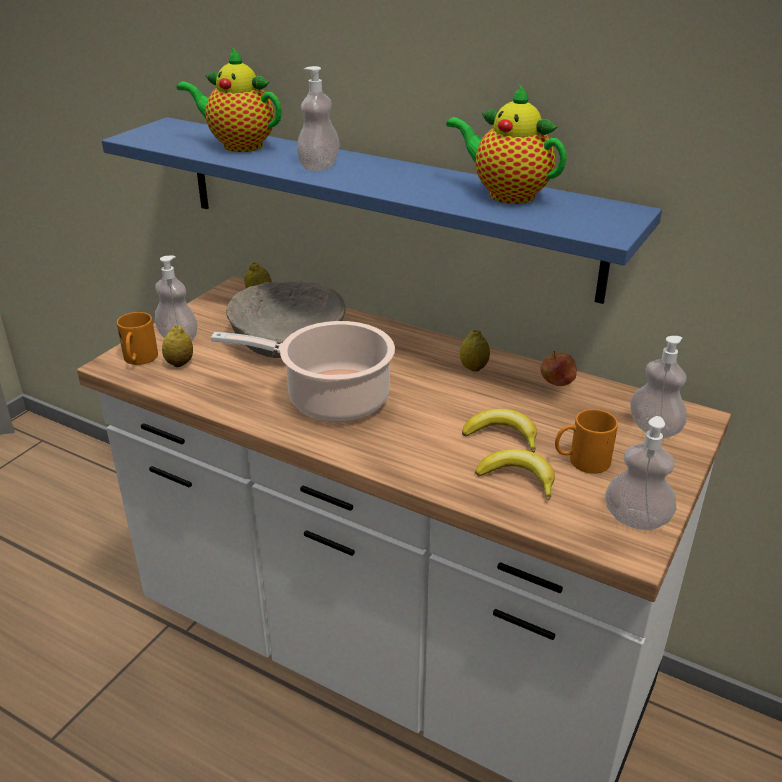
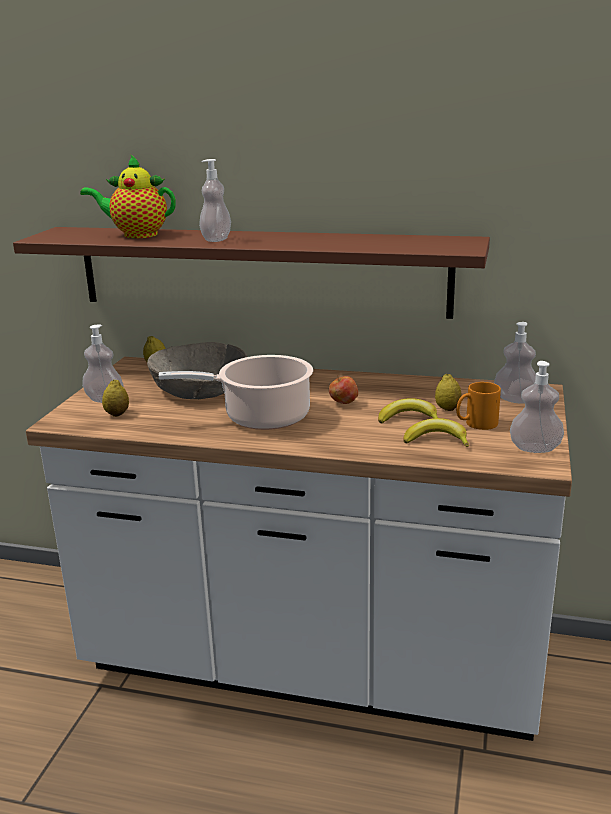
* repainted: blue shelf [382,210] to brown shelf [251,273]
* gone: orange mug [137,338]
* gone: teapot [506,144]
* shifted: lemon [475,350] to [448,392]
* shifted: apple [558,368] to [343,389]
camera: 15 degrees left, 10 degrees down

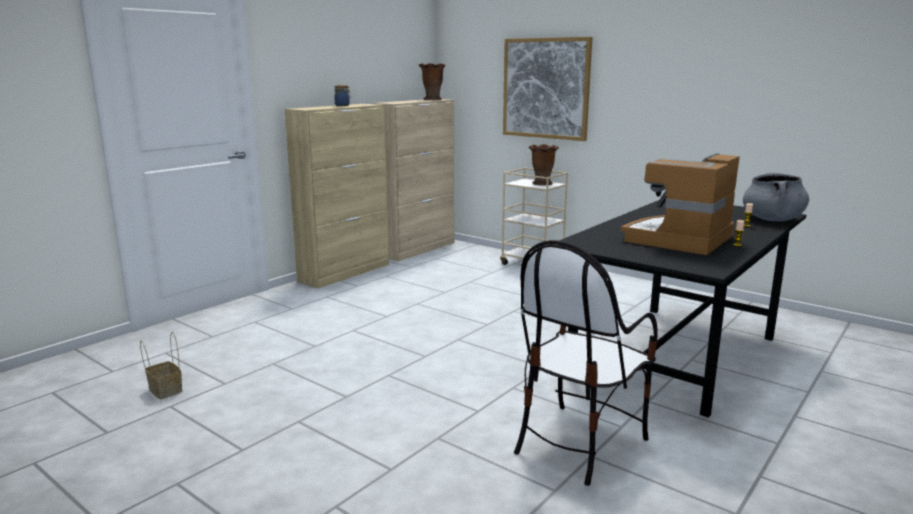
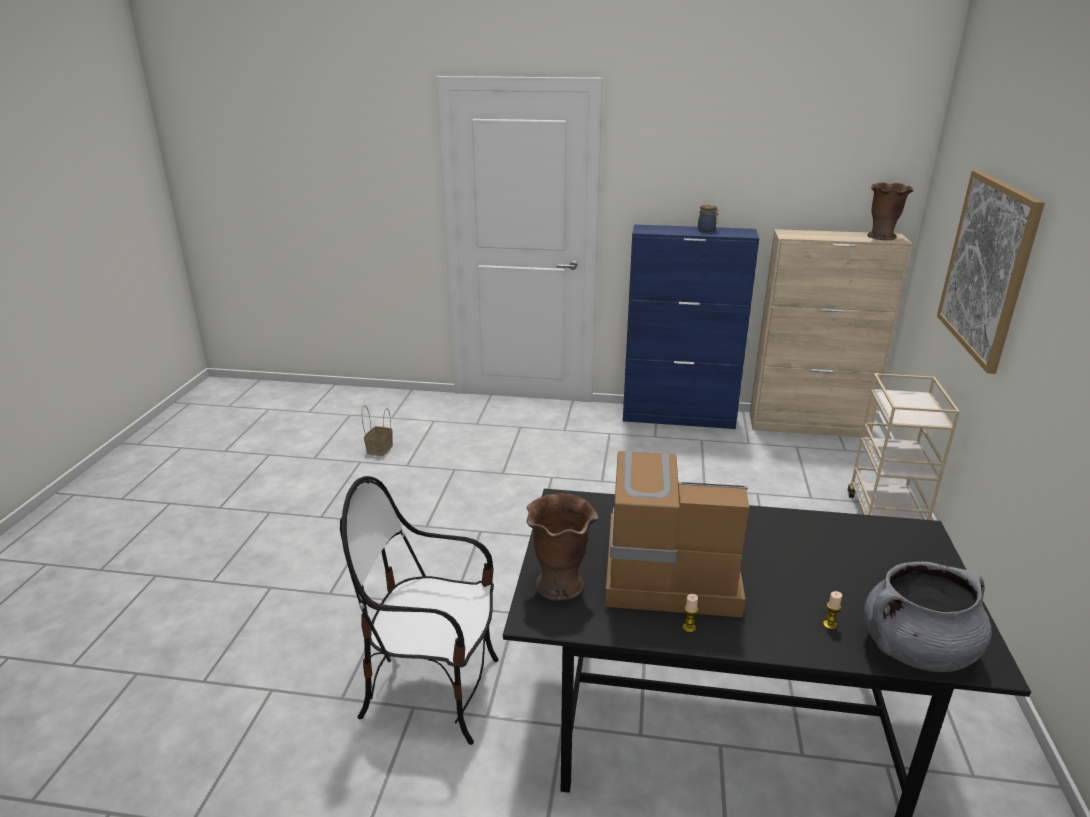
* repainted: beige cabinet [336,196] to blue cabinet [691,327]
* shifted: brown vase [544,165] to [563,547]
camera: 60 degrees right, 10 degrees up

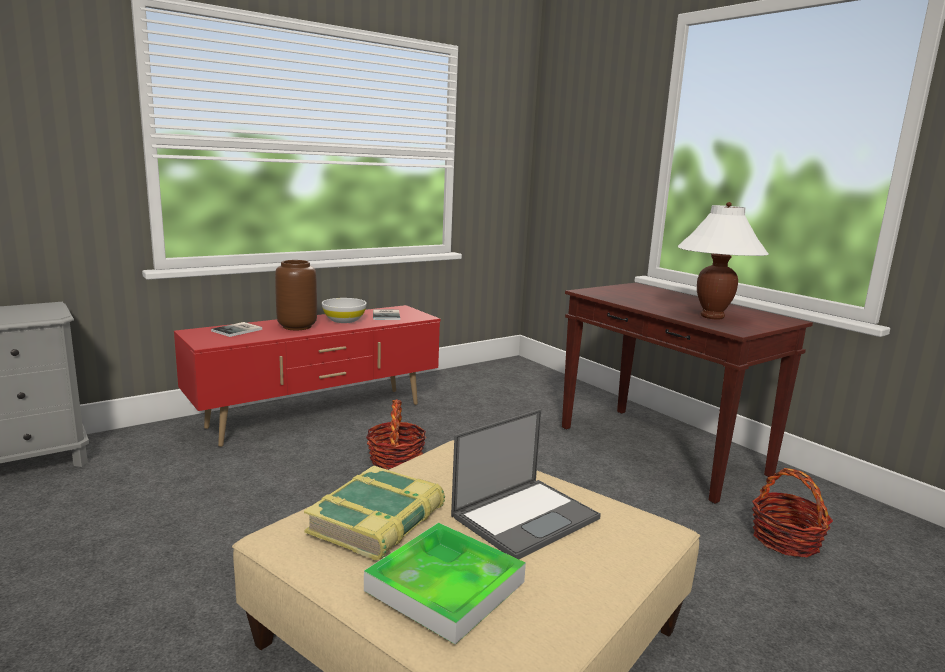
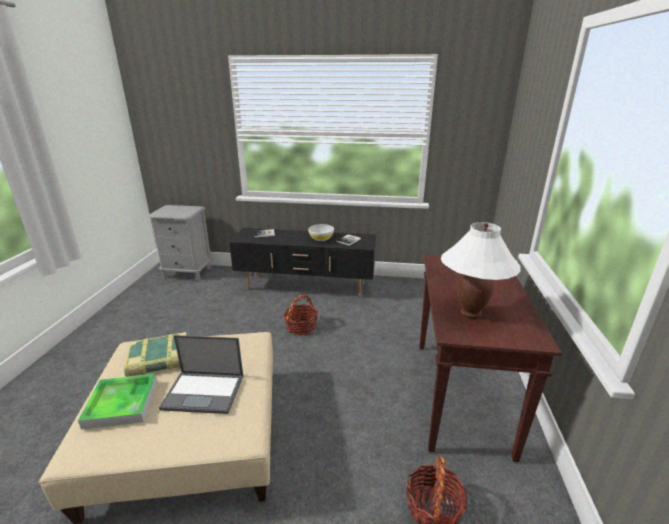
* repainted: red tv stand [307,376] to black tv stand [302,262]
* gone: brown vase [296,295]
camera: 45 degrees right, 10 degrees up

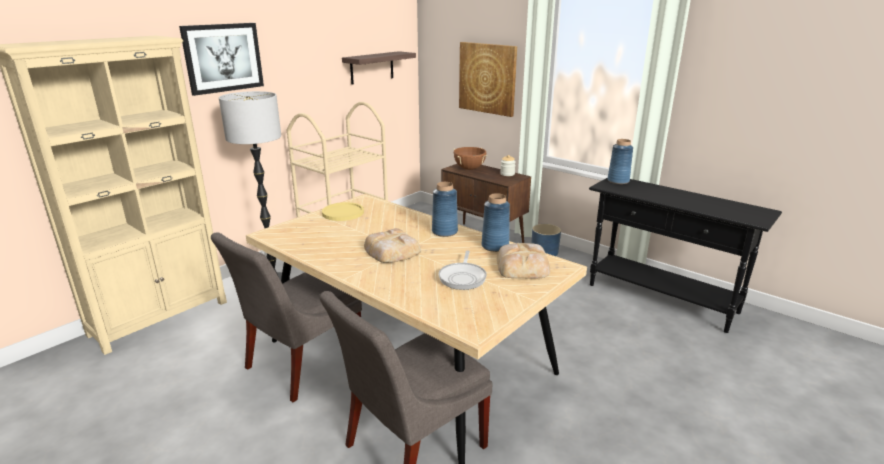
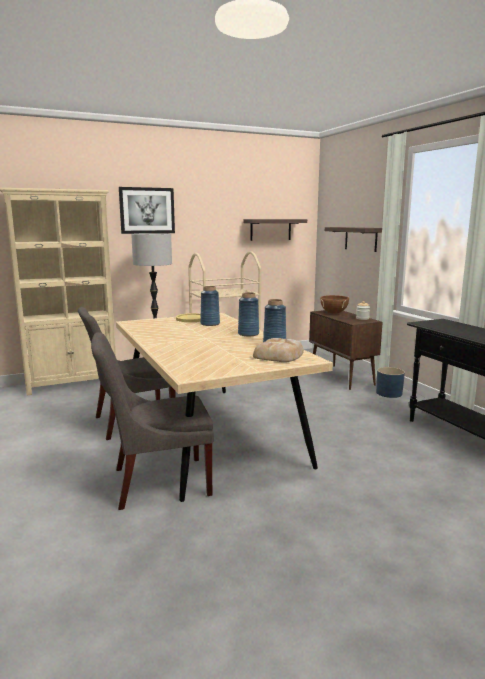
* gone: bread [392,245]
* gone: frying pan [463,270]
* swapped: picture [488,79] to shelf [353,239]
* shifted: blue vase [620,161] to [210,306]
camera: 25 degrees right, 10 degrees down

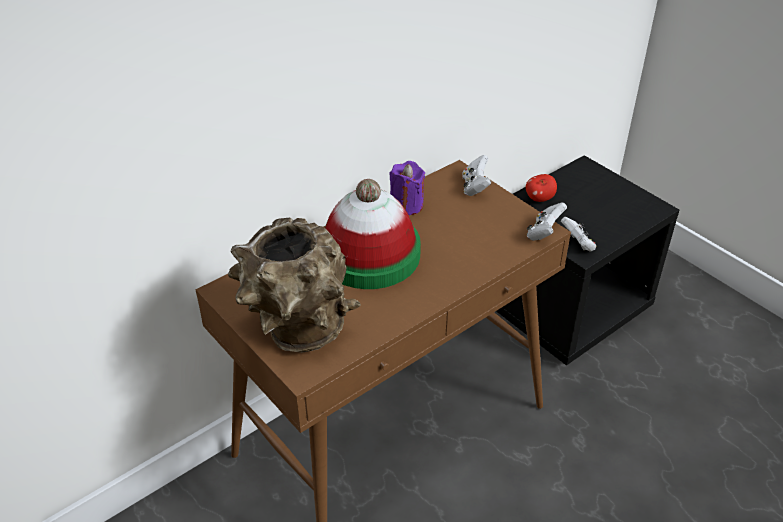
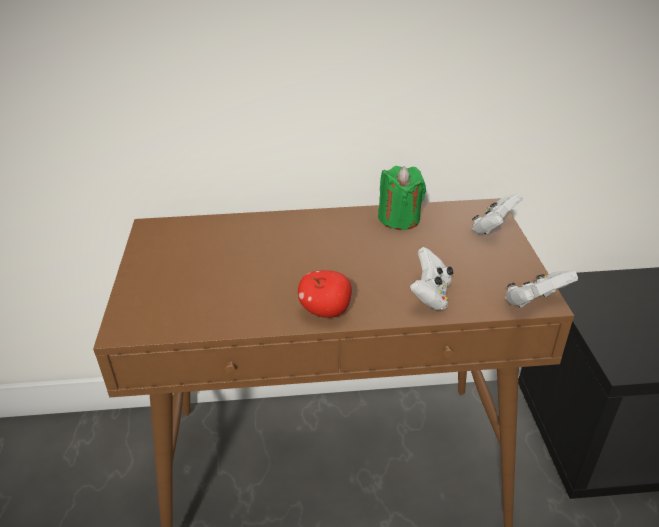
* gone: brown vase [294,284]
* gone: hat [373,234]
* repainted: purple candle [407,188] to green candle [402,198]
* shifted: apple [541,188] to [325,294]
* shifted: white game controller [578,234] to [431,278]
camera: 35 degrees right, 5 degrees down

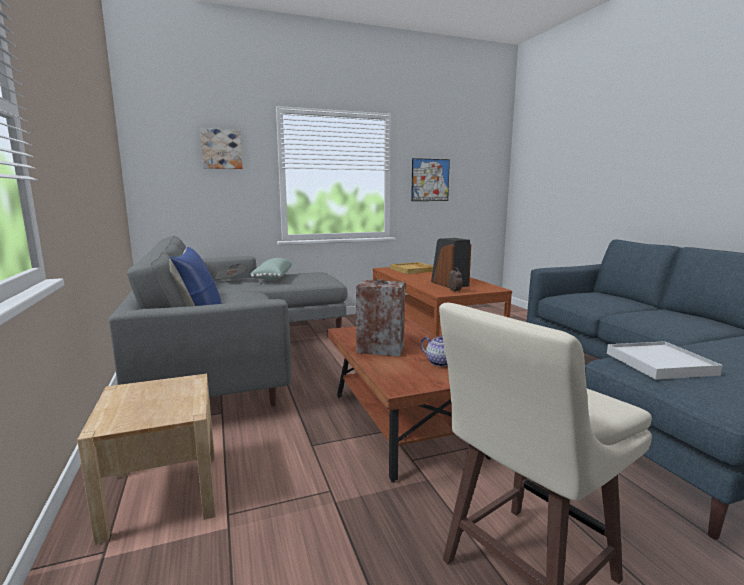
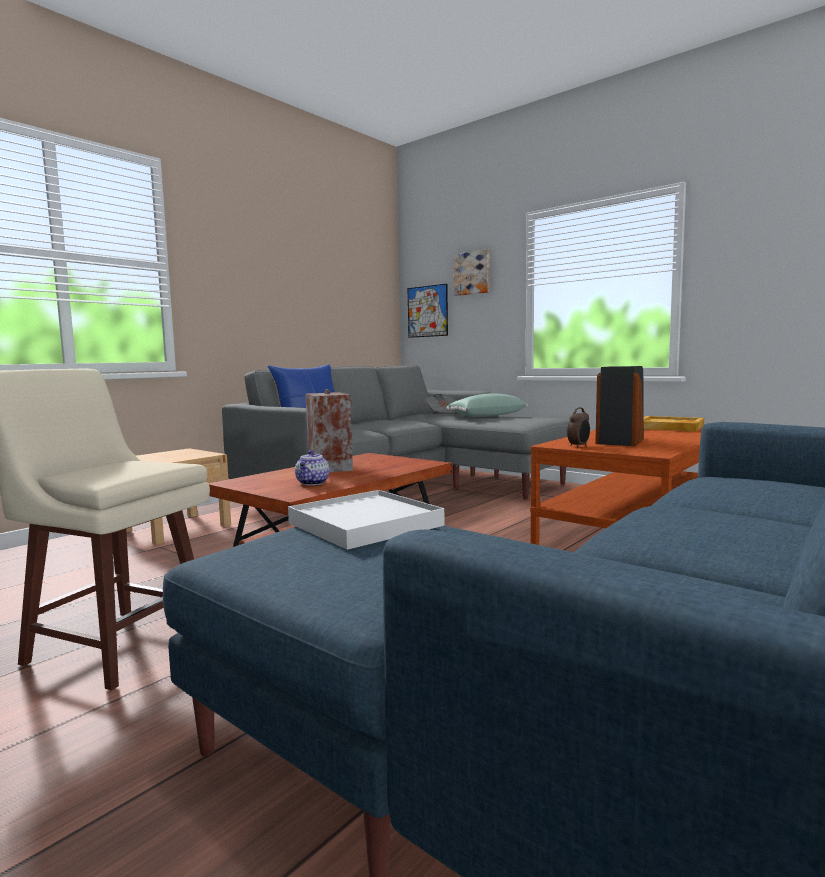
* shifted: picture [430,179] to [428,311]
camera: 60 degrees right, 5 degrees down

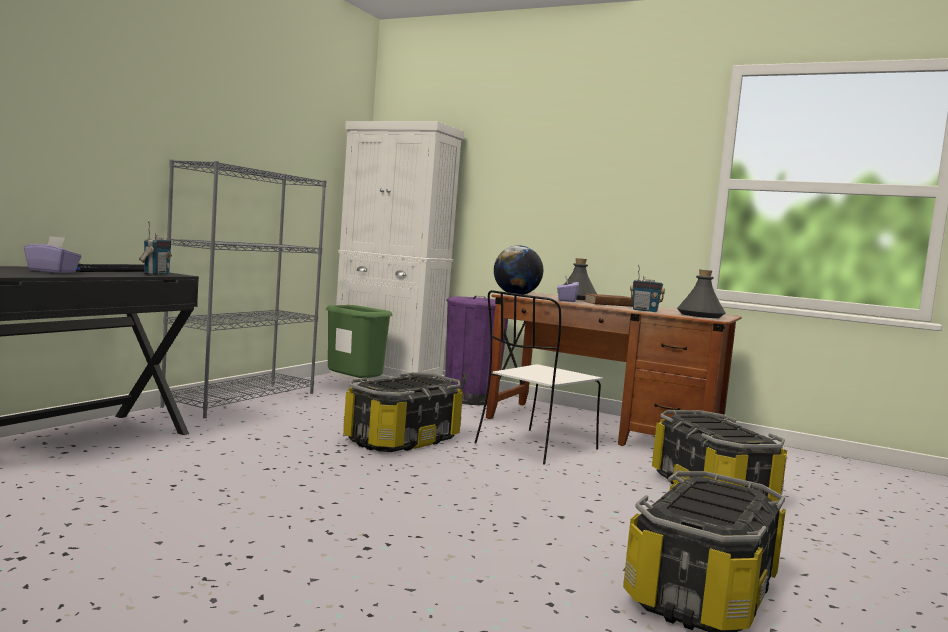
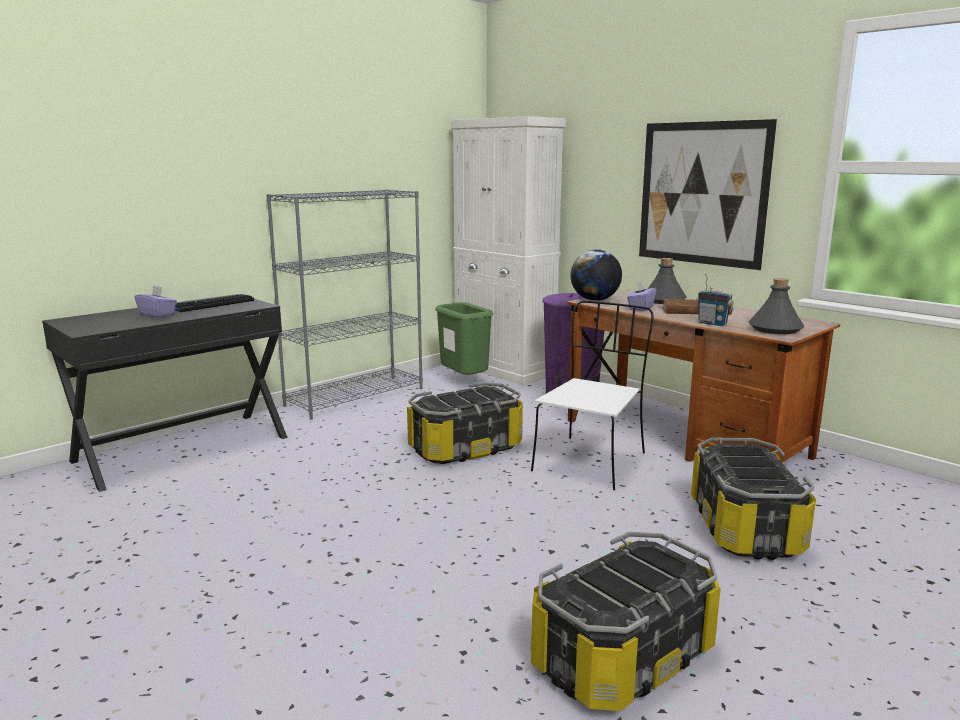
* gone: radio [155,247]
* rotated: white chair [538,377] = [592,395] 150 degrees clockwise
* new: picture [708,194]
camera: 20 degrees right, 10 degrees up

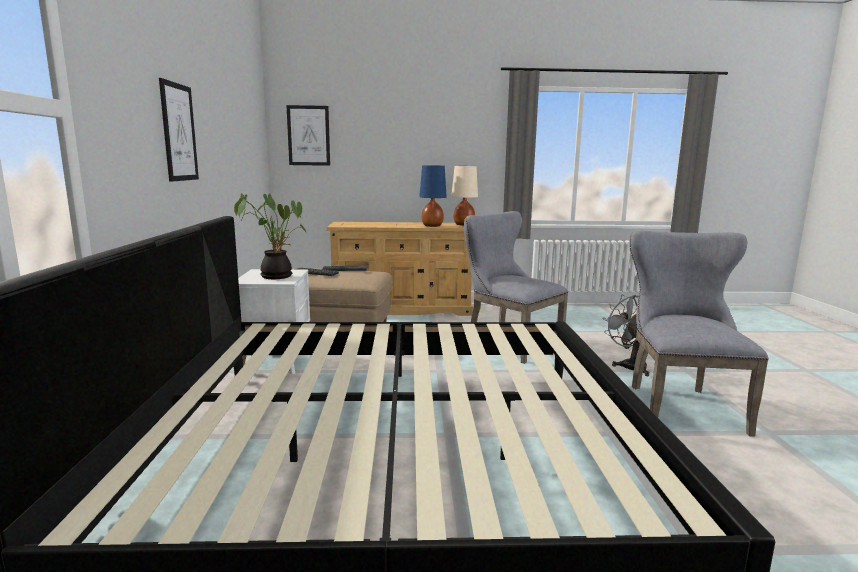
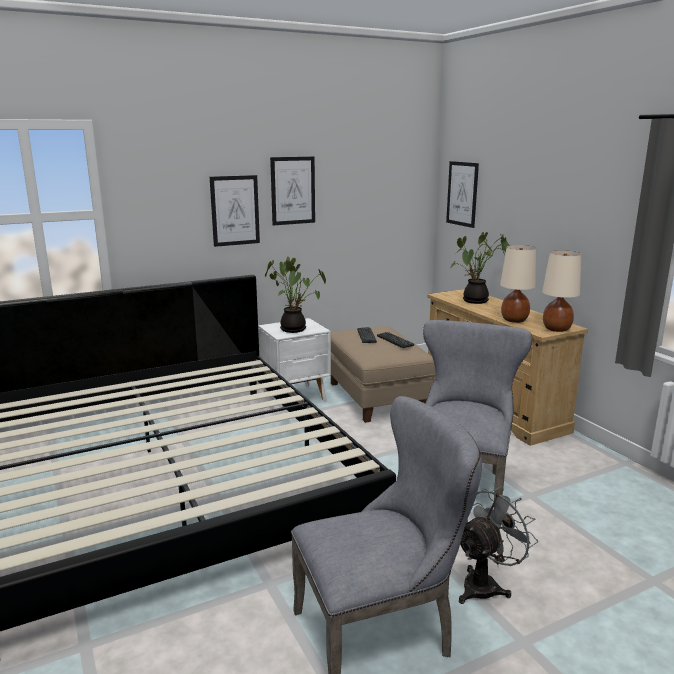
* repainted: blue table lamp [433,196] to beige table lamp [518,284]
* new: picture [292,191]
* new: potted plant [479,268]
camera: 65 degrees right, 5 degrees up

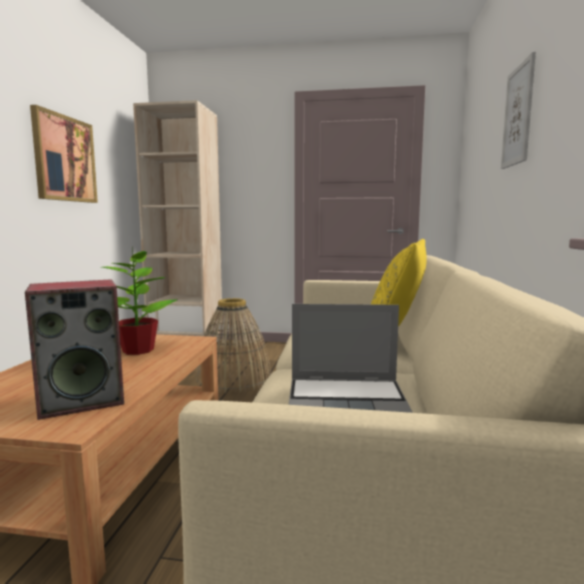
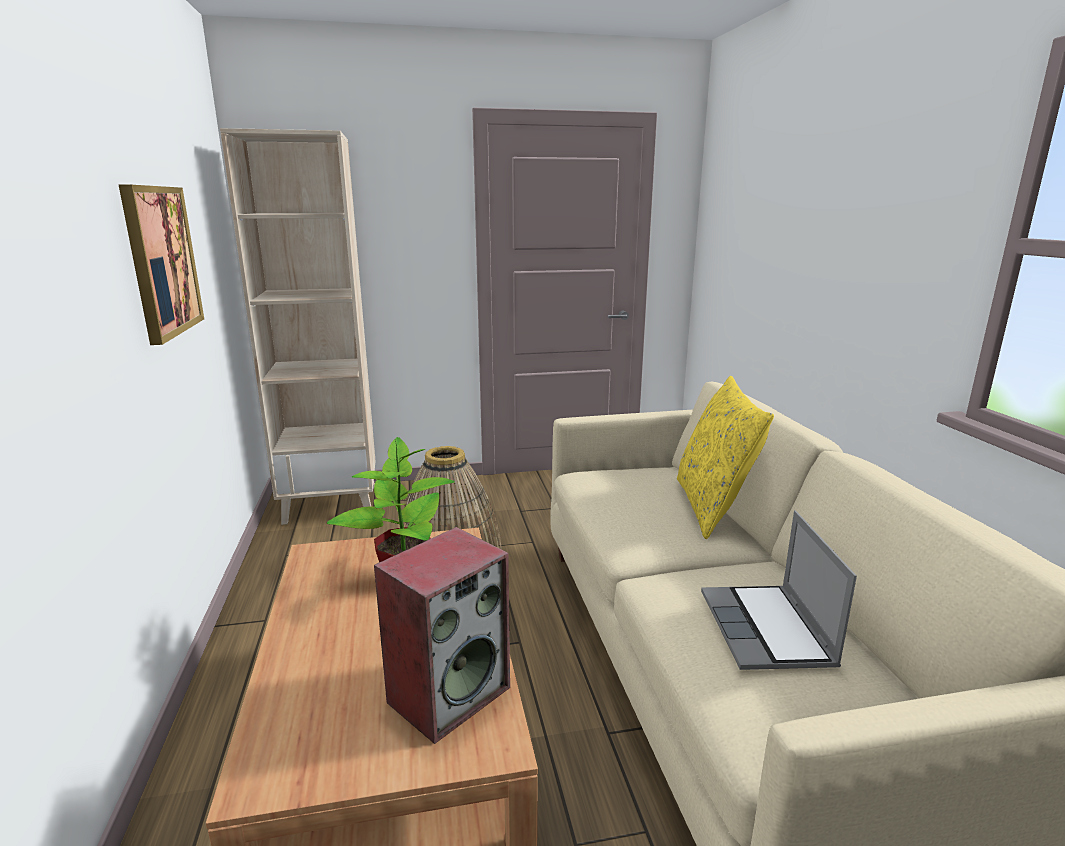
* rotated: laptop [351,358] = [779,590] 105 degrees clockwise
* gone: picture [518,110]
camera: 20 degrees left, 10 degrees up

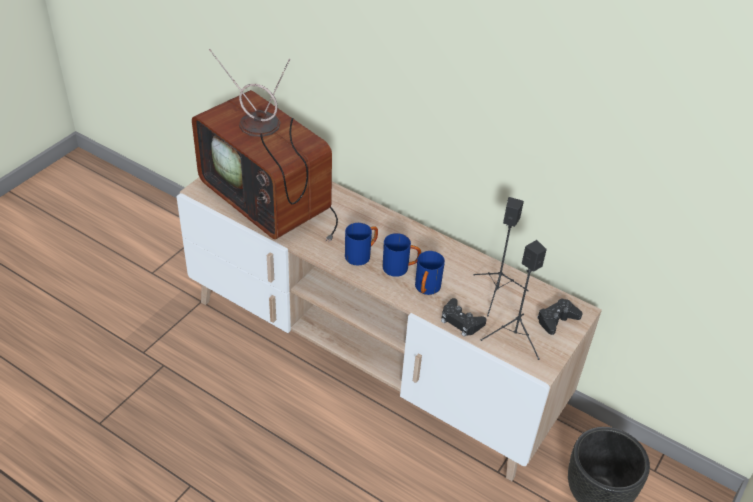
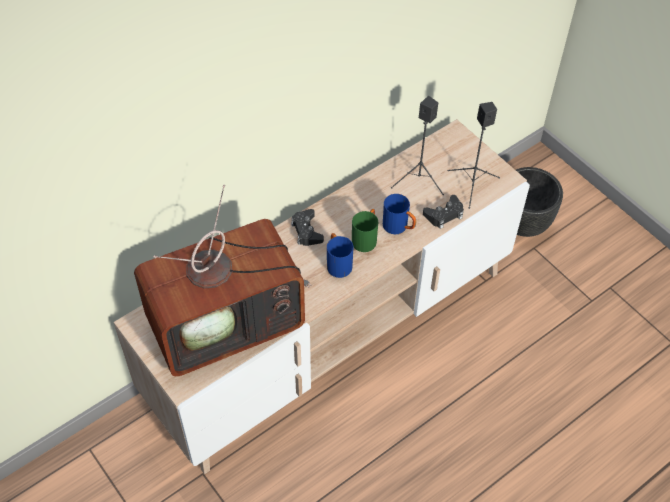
* repainted: blue mug [402,255] to green mug [365,230]
* shifted: black game controller [560,316] to [307,227]
camera: 70 degrees left, 10 degrees up

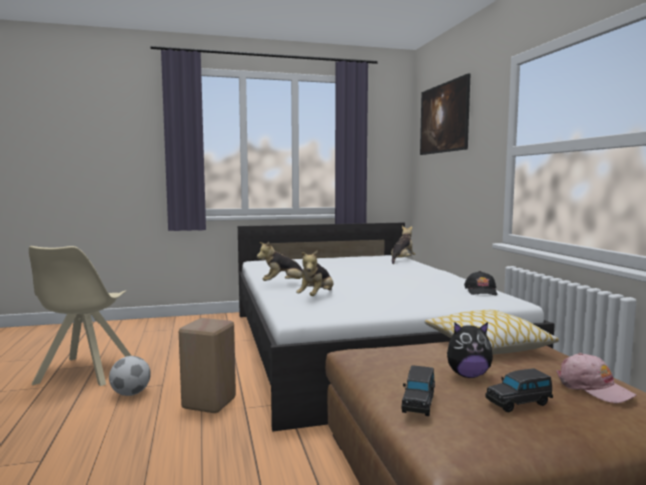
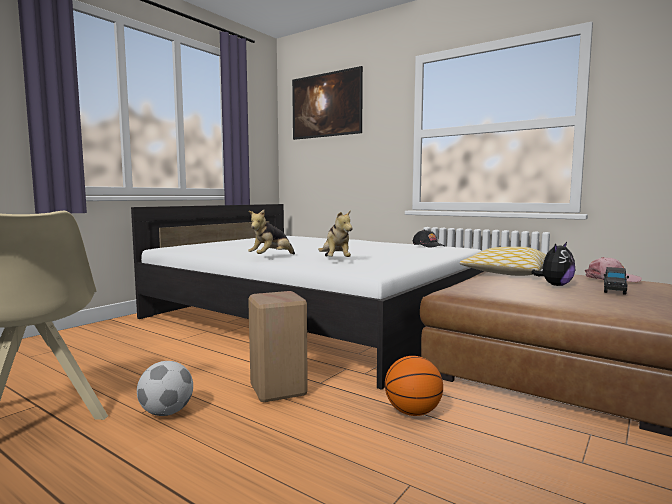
* gone: plush toy [403,245]
* gone: black toy car [418,390]
* new: basketball [414,386]
camera: 40 degrees left, 0 degrees up

